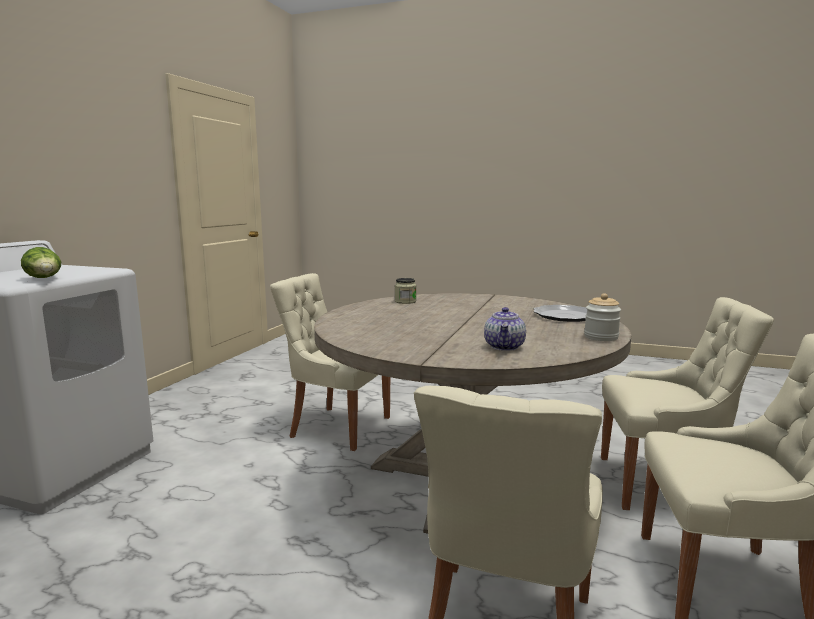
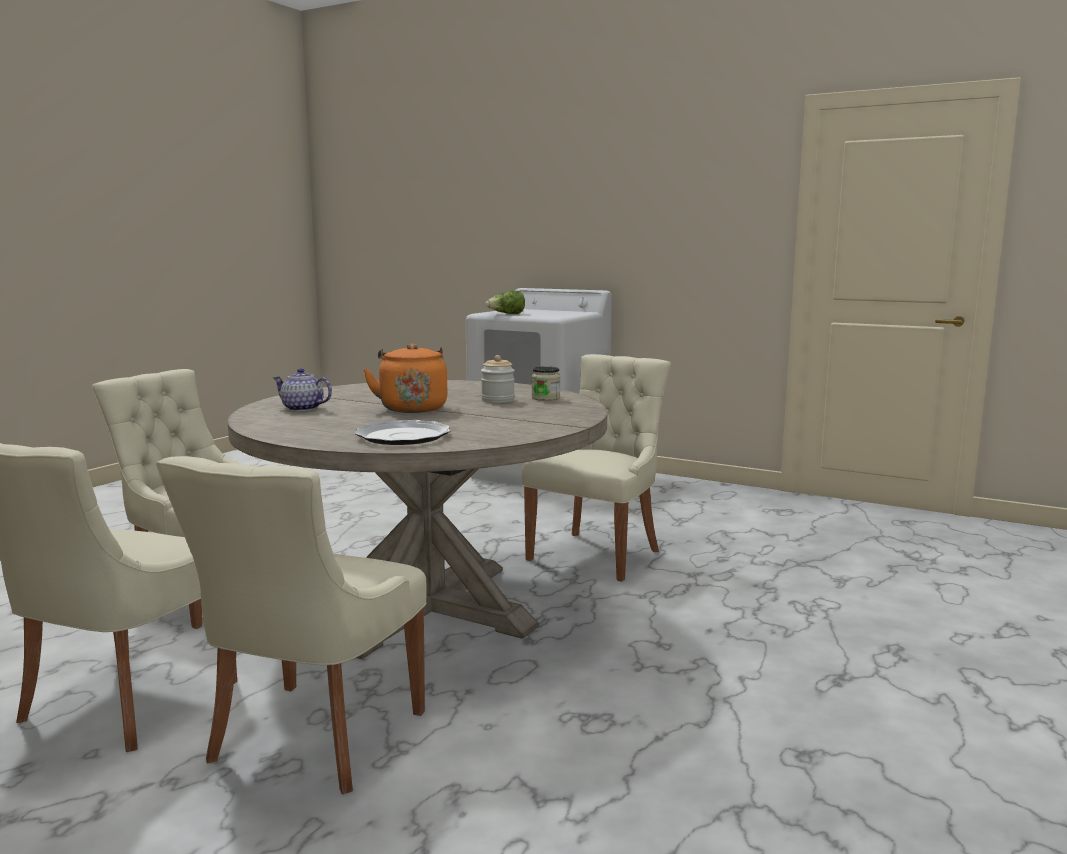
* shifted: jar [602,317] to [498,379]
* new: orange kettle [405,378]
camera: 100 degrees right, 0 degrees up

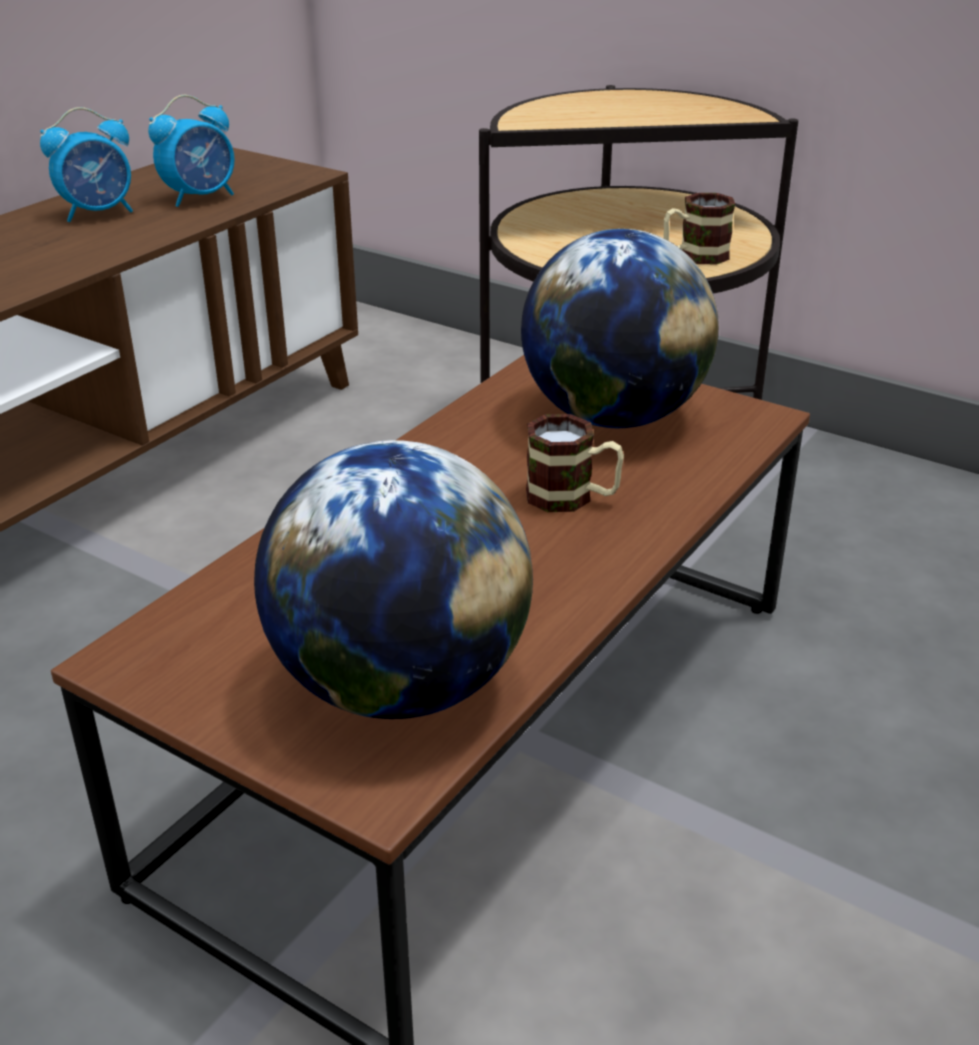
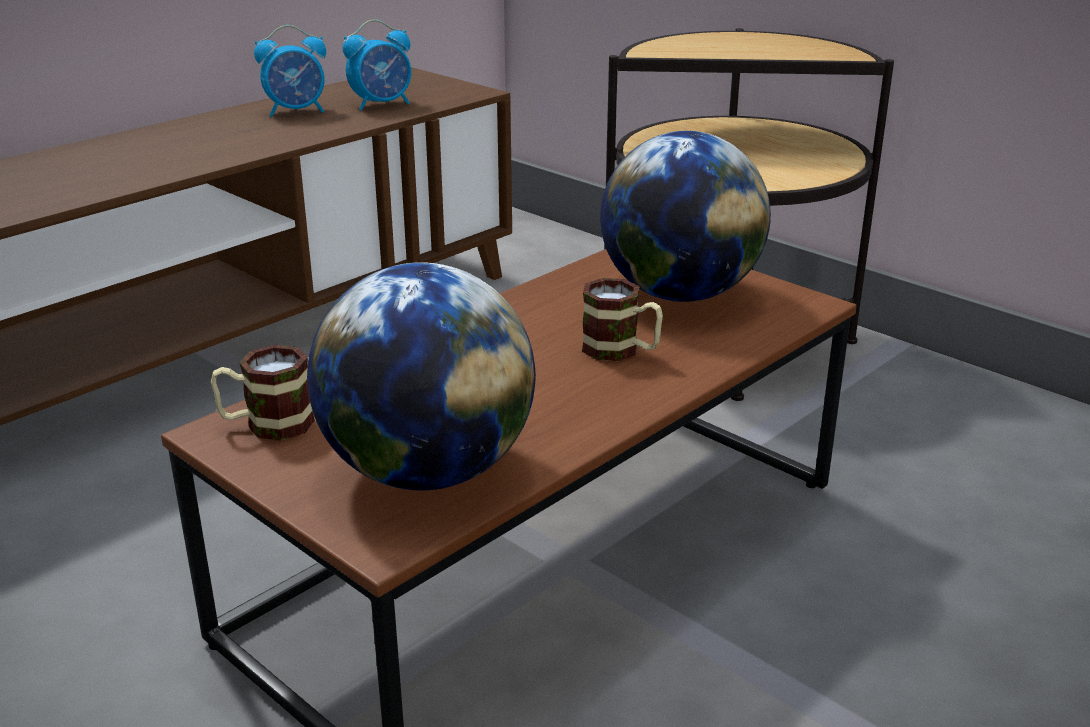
* shifted: mug [699,228] to [263,393]
camera: 10 degrees right, 5 degrees down

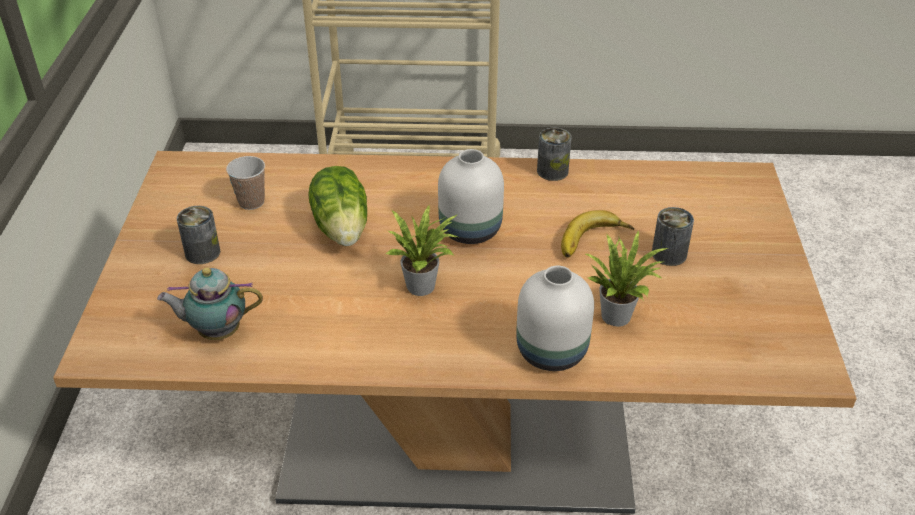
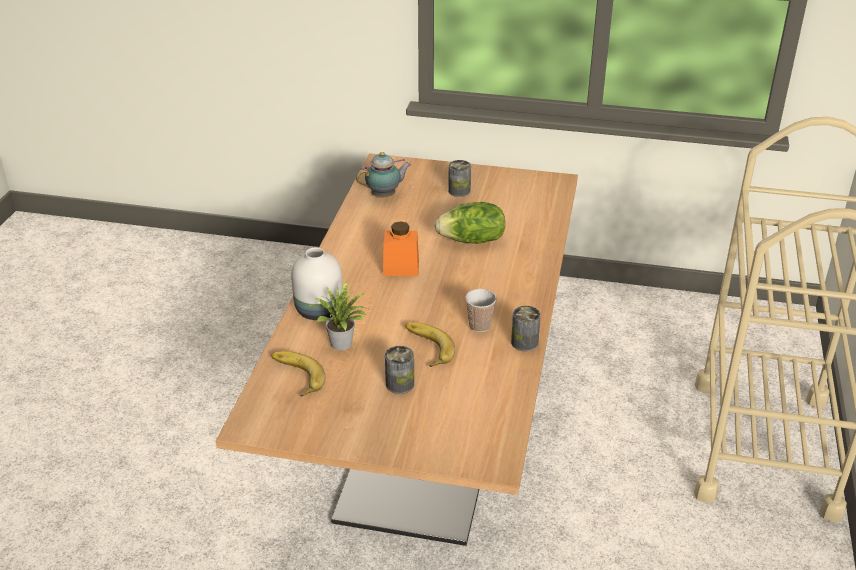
* rotated: teapot [210,303] = [383,174] 60 degrees clockwise
* shifted: cup [245,183] to [480,310]
* swapped: potted plant [421,251] to orange jar [401,248]
* gone: white vase [471,196]
* new: banana [298,374]
camera: 100 degrees right, 5 degrees down

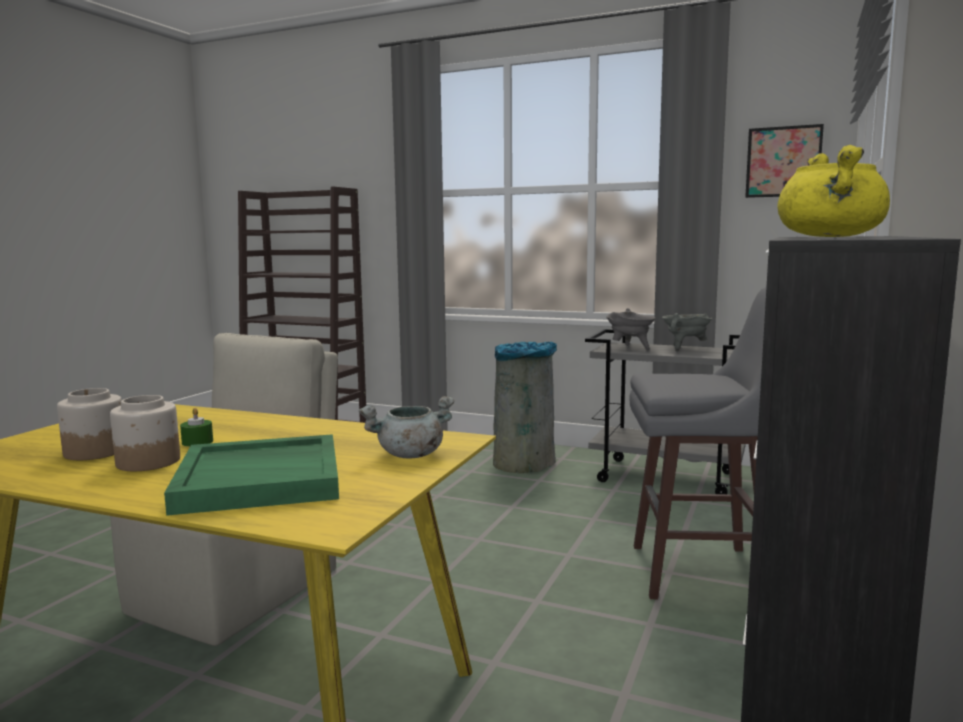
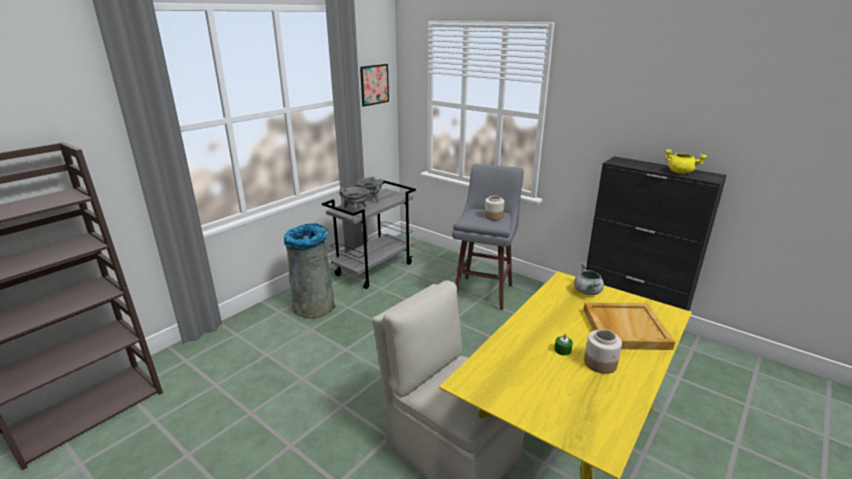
* shifted: jar [89,424] to [494,208]
* repainted: green tray [251,475] to beige tray [629,326]
camera: 75 degrees left, 15 degrees up

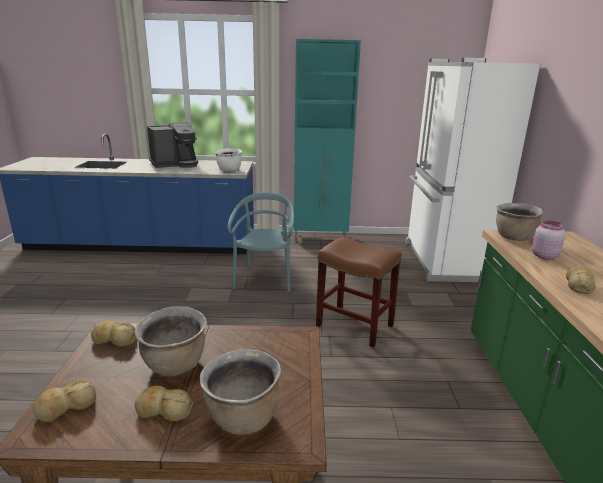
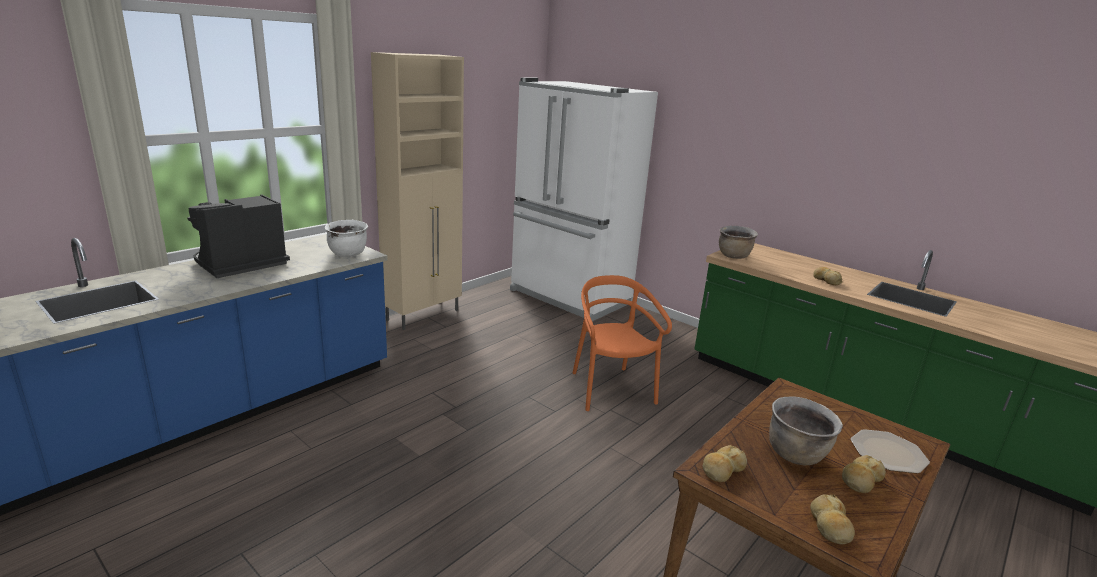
* rotated: coffee machine [172,145] = [238,236] 150 degrees counterclockwise
* swapped: brown cooking pot [240,392] to plate [890,451]
* gone: turquoise chair [261,242]
* repainted: turquoise cabinet [327,140] to beige cabinet [417,191]
* swapped: brown stool [359,292] to orange chair [622,343]
* gone: pink jar [549,240]
camera: 50 degrees left, 0 degrees up

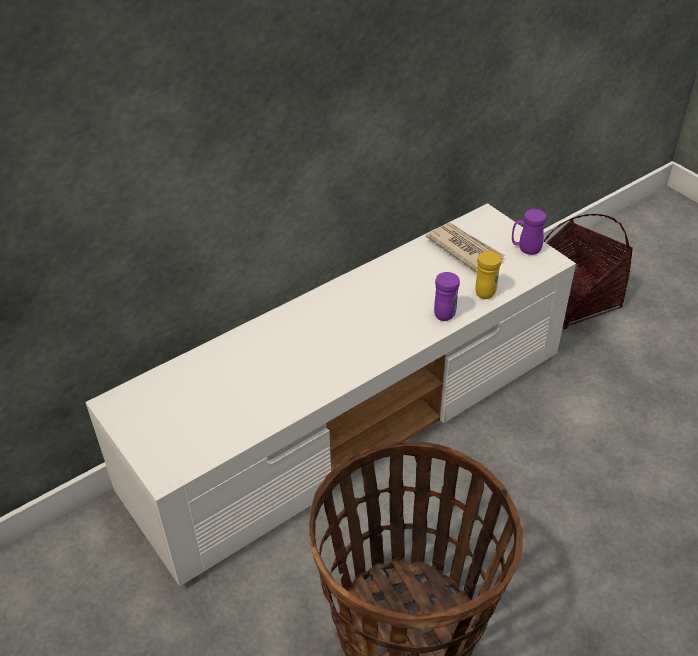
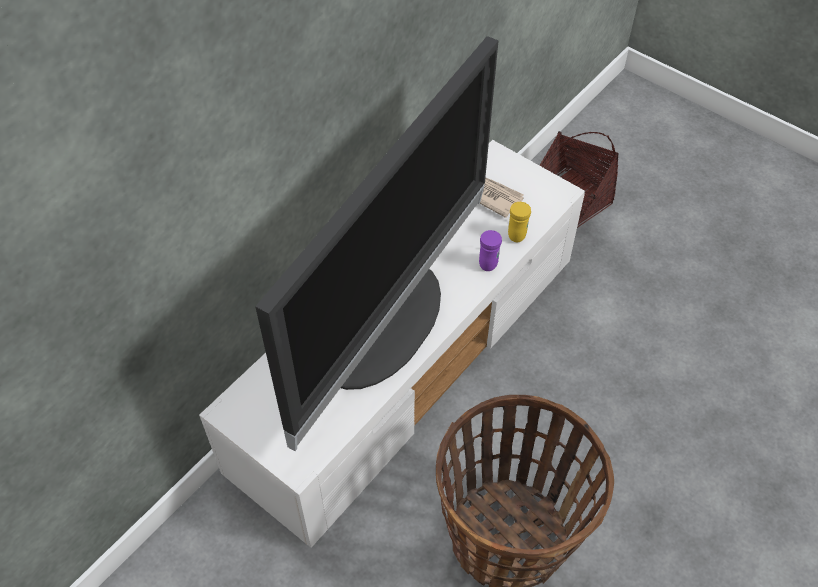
* gone: purple mug [529,232]
* new: television [377,243]
camera: 15 degrees left, 10 degrees up

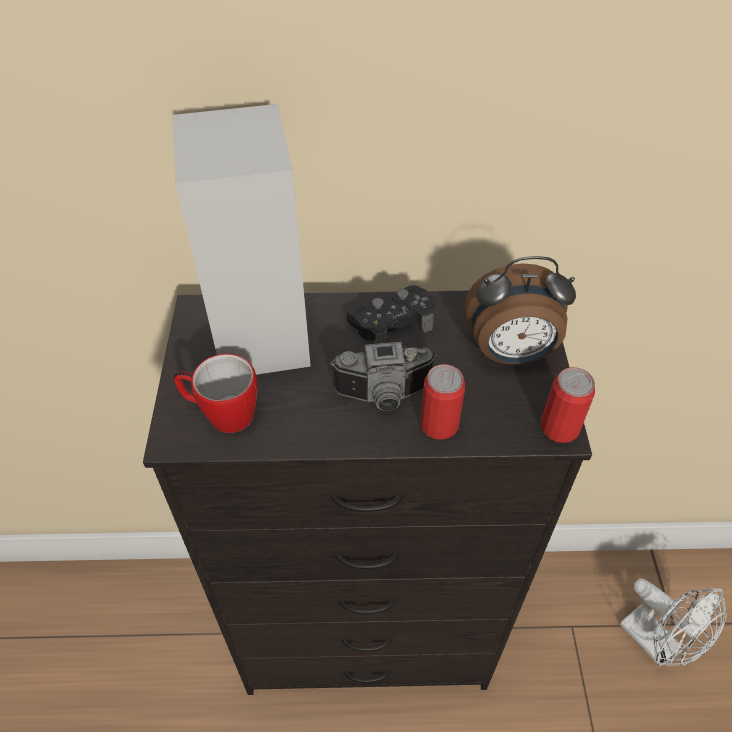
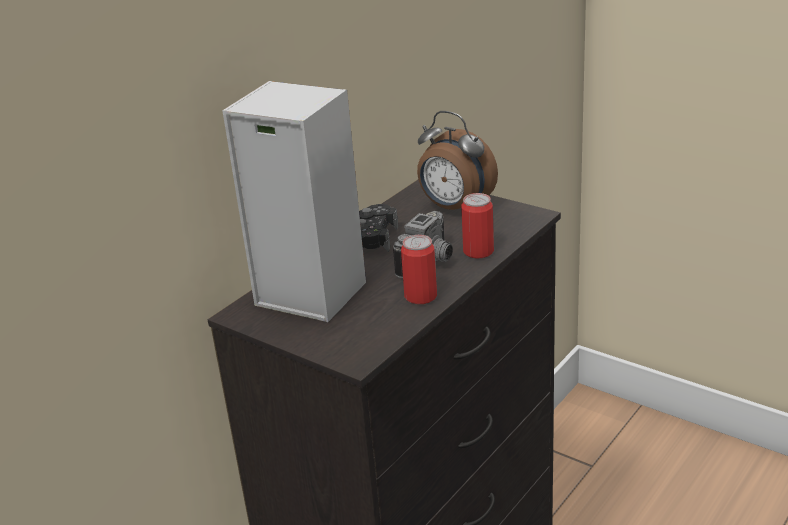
* gone: mug [216,393]
* rotated: alarm clock [520,310] = [457,160] 90 degrees clockwise
* shifted: can [568,405] to [419,269]
* gone: white fan [673,622]
camera: 50 degrees left, 20 degrees down

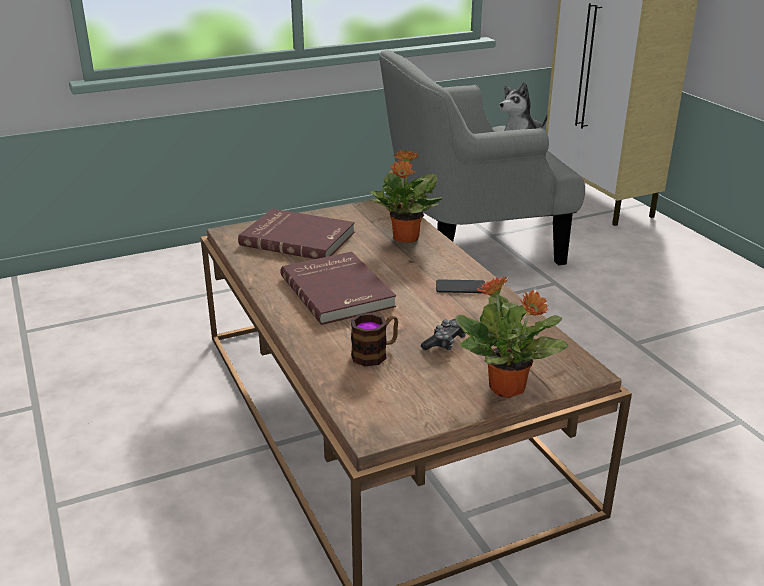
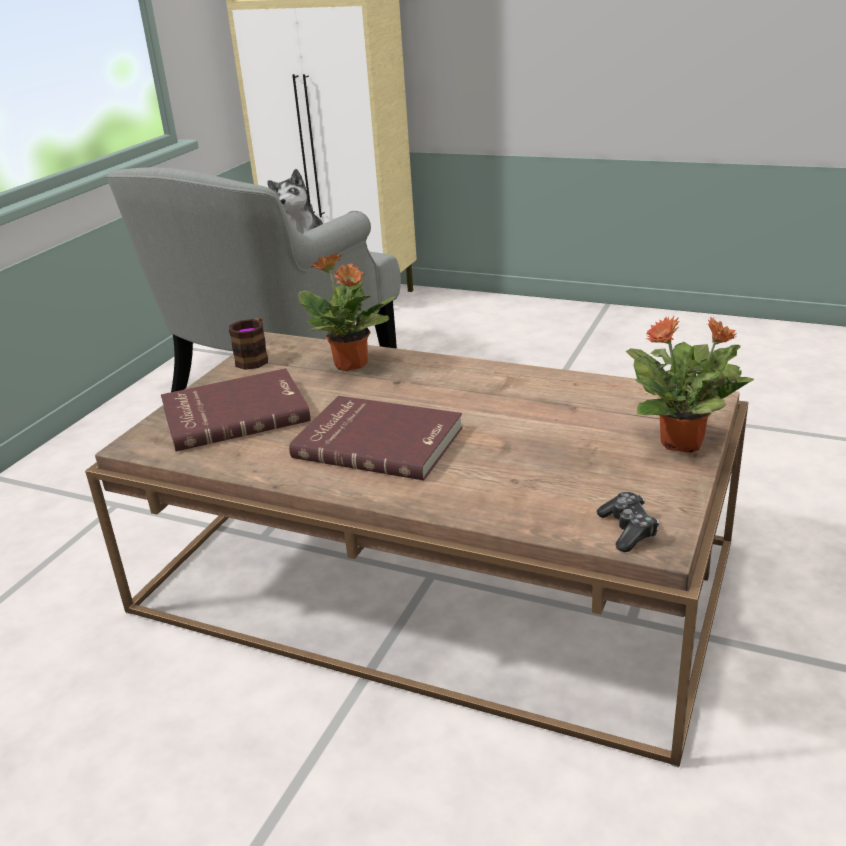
* shifted: mug [374,339] to [248,344]
* shifted: game controller [443,334] to [628,522]
* gone: phone [460,286]
camera: 40 degrees left, 0 degrees up

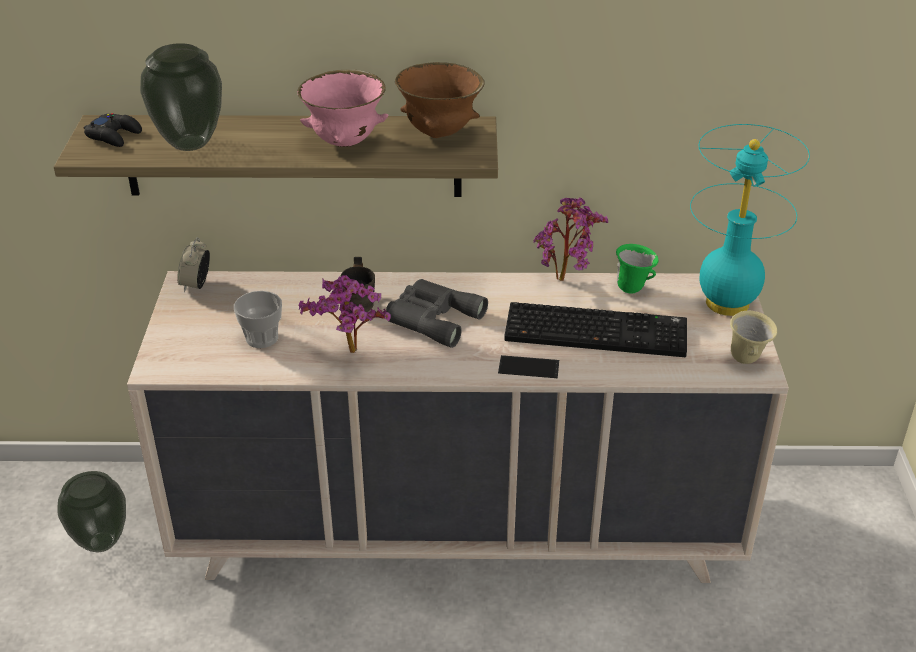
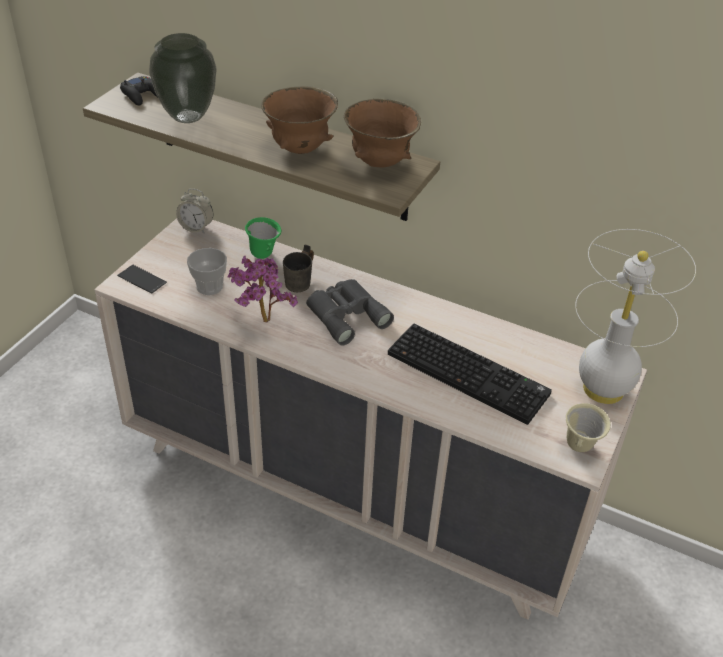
* gone: vase [92,511]
* rotated: alarm clock [193,264] = [195,211] 105 degrees counterclockwise
* repainted: pink bowl [343,108] to brown bowl [299,120]
* shifted: phone [528,366] to [142,279]
* gone: potted plant [570,239]
* shifted: green mug [637,269] to [263,238]
* repainted: turquoise table lamp [750,220] to white table lamp [635,316]
camera: 25 degrees right, 5 degrees up

